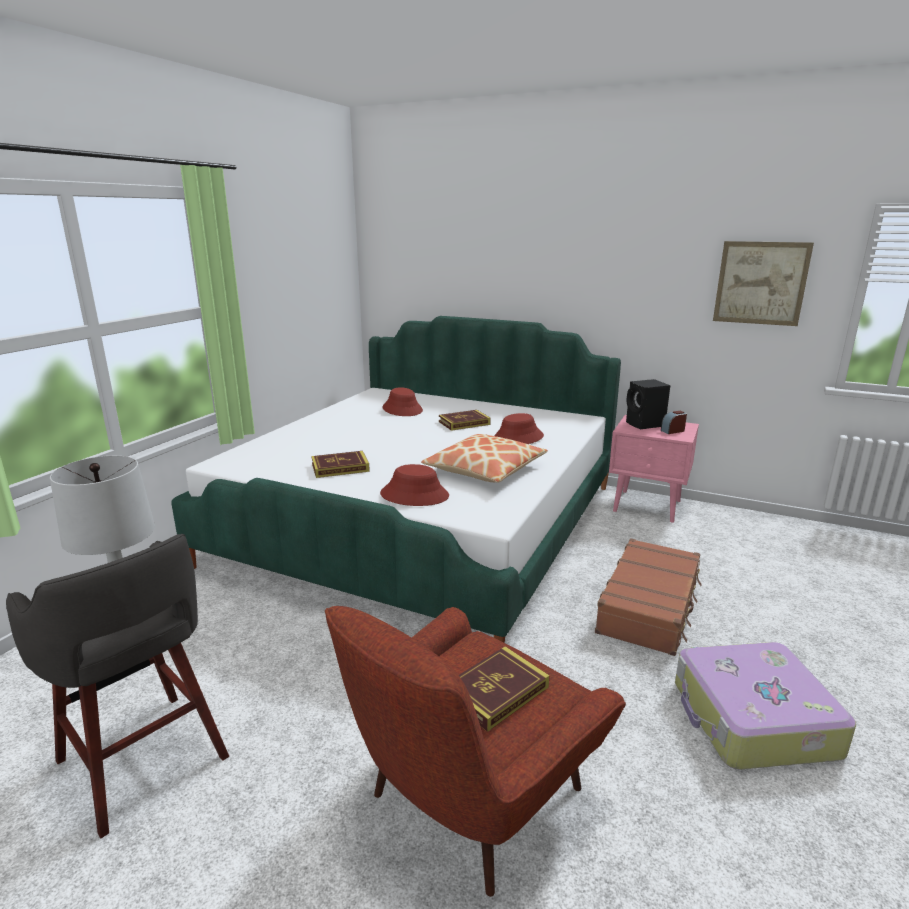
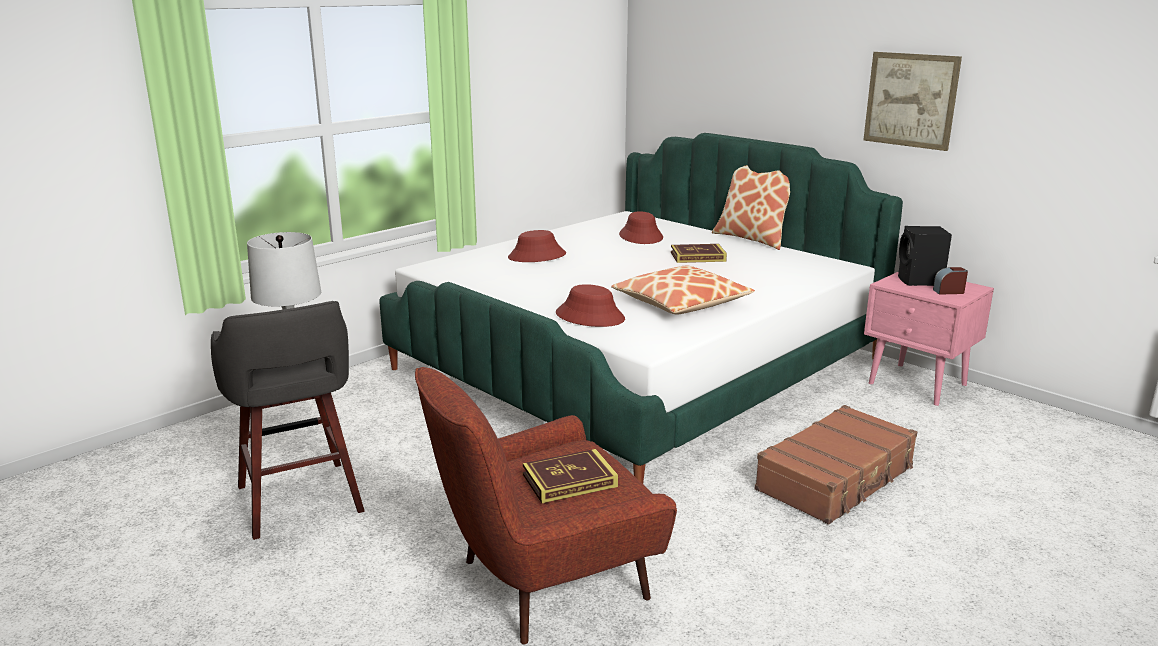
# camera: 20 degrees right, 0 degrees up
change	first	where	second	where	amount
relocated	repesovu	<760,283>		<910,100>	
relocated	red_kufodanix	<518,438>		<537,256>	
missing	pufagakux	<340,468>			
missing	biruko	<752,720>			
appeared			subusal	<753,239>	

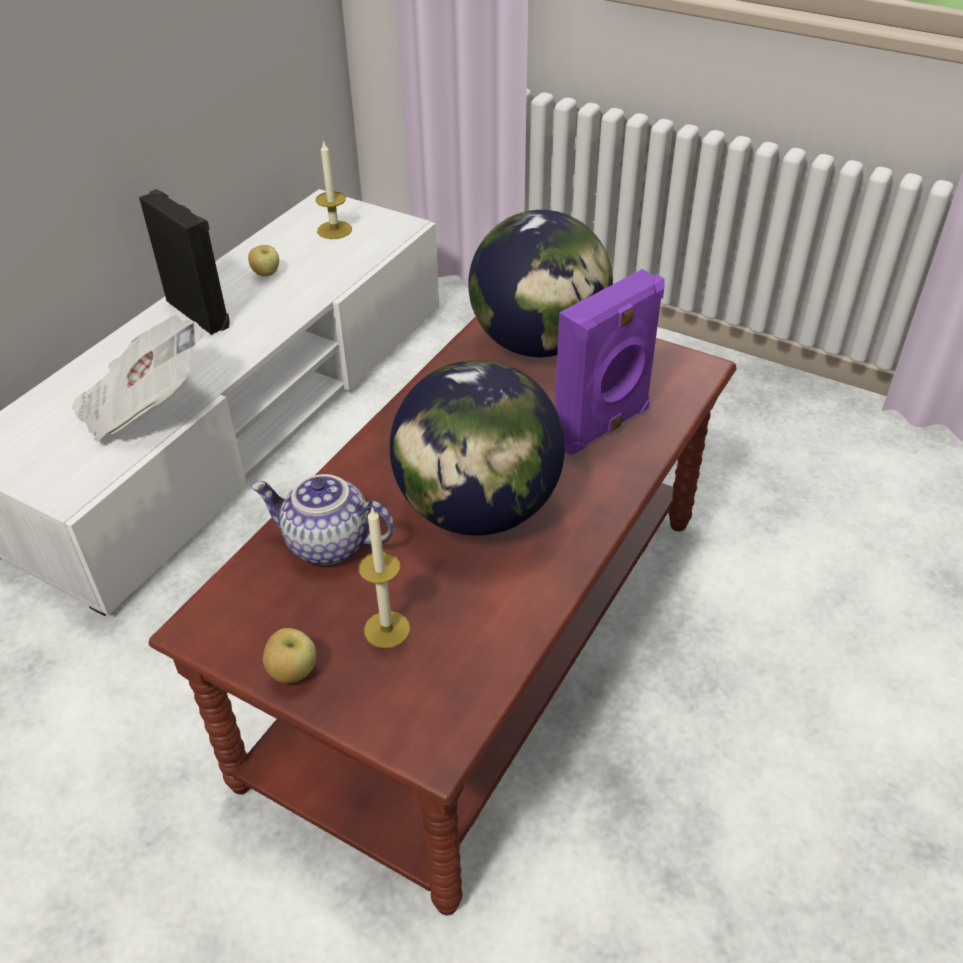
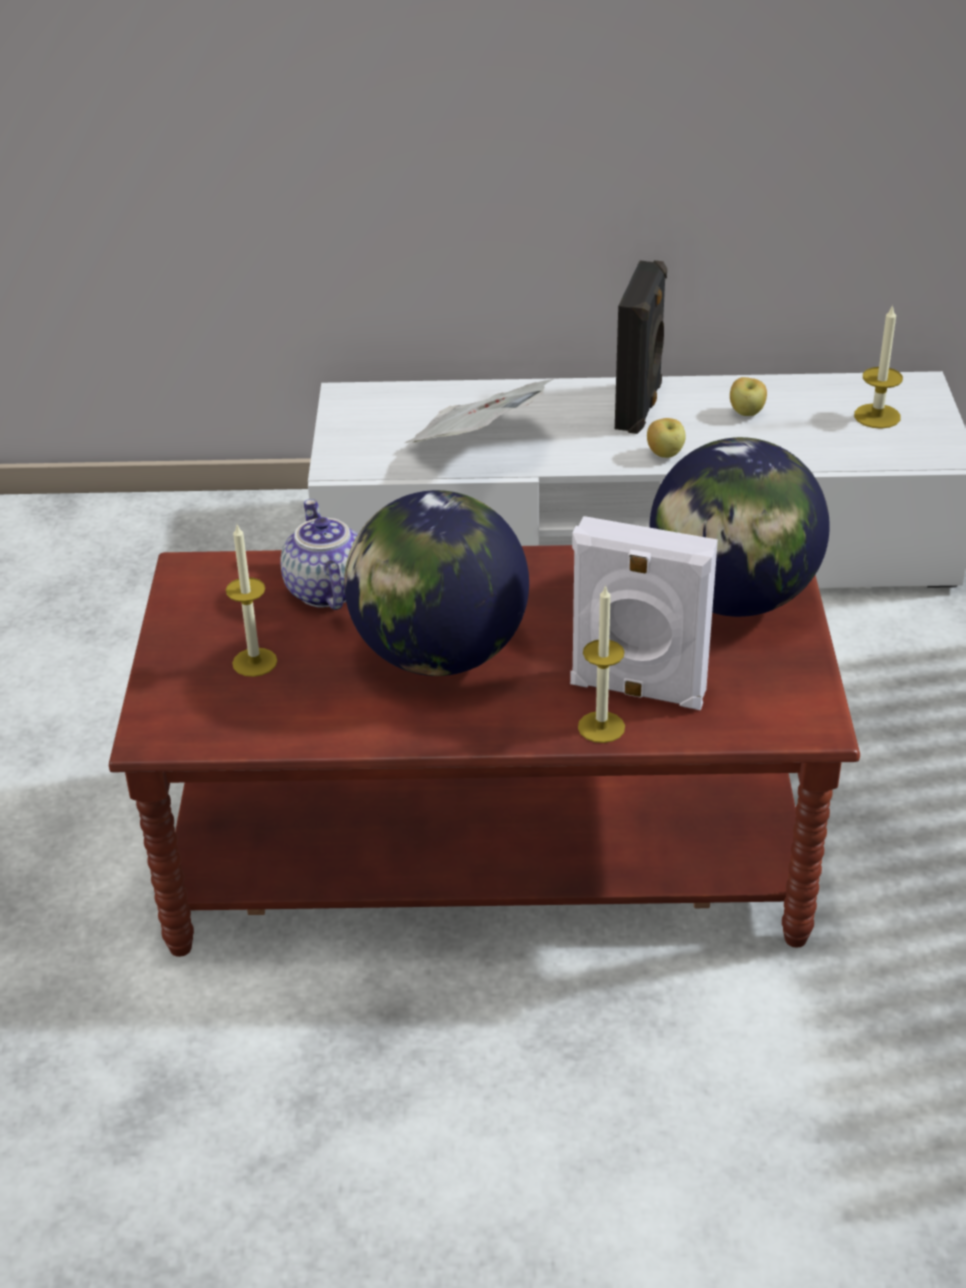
# camera: 60 degrees right, 5 degrees down
change	first	where	second	where	amount
colour	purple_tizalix	<604,426>	white_tizalix	<637,691>	
relocated	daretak	<293,672>		<665,454>	
appeared			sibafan	<601,727>	

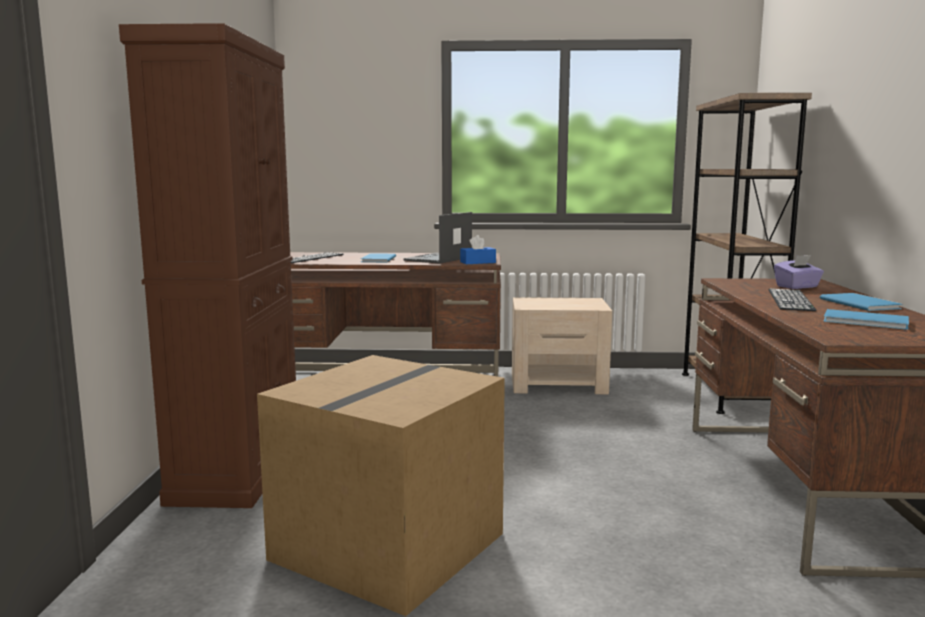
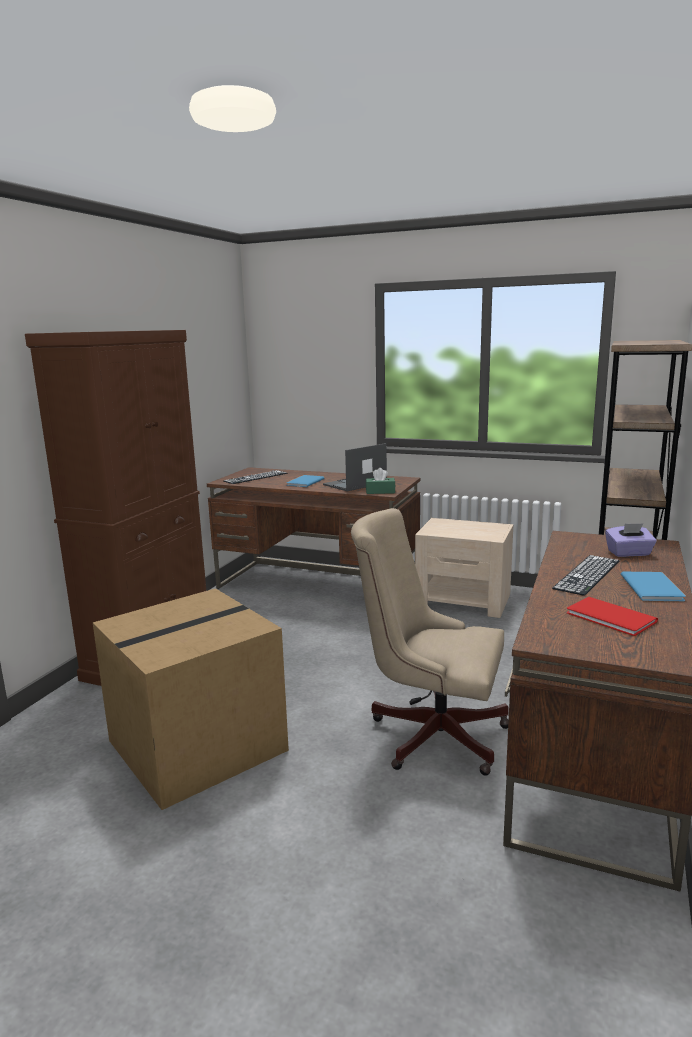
# camera: 20 degrees right, 5 degrees up
change	first	where	second	where	amount
colour	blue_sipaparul	<478,262>	green_sipaparul	<380,491>	
colour	blue_pufagakux	<867,322>	red_pufagakux	<611,618>	
appeared			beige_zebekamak	<430,733>	

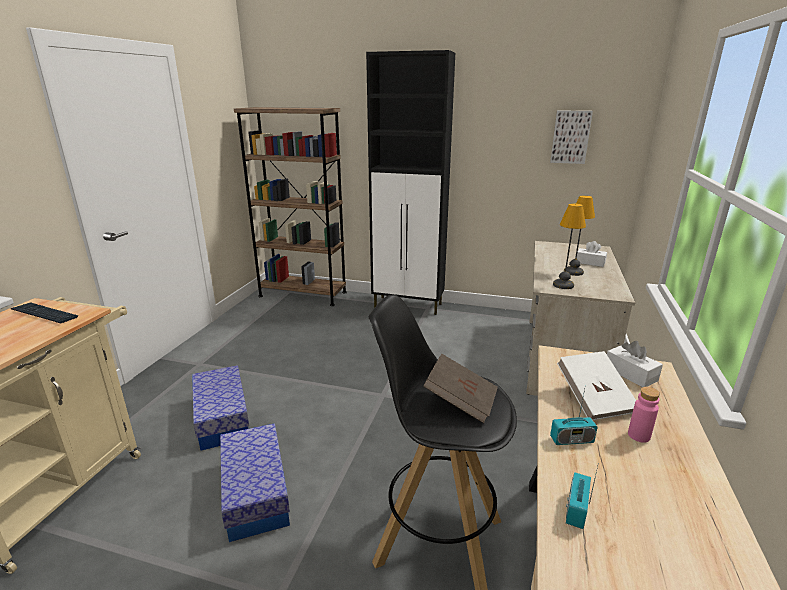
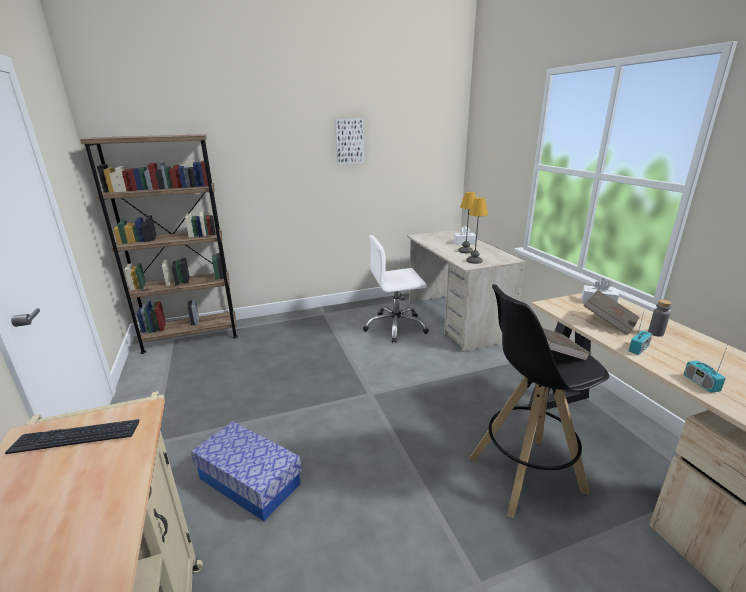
# camera: 35 degrees left, 0 degrees up
change	first	where	second	where	amount
missing	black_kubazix	<409,306>			
relocated	repesovu	<570,137>		<349,141>	
colour	white_pufagakux	<594,399>	brown_pufagakux	<609,322>	
colour	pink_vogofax	<638,435>	grey_vogofax	<655,333>	
missing	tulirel	<255,493>			
appeared			white_zebekamak	<395,327>	

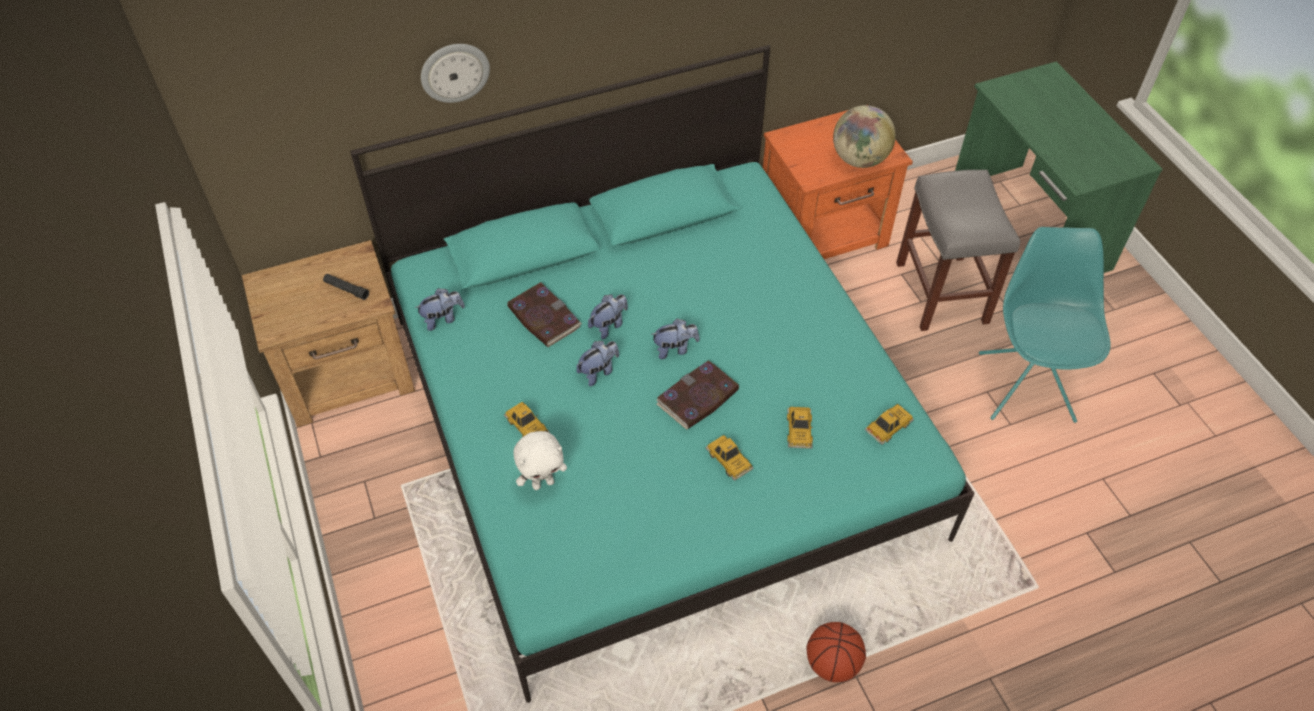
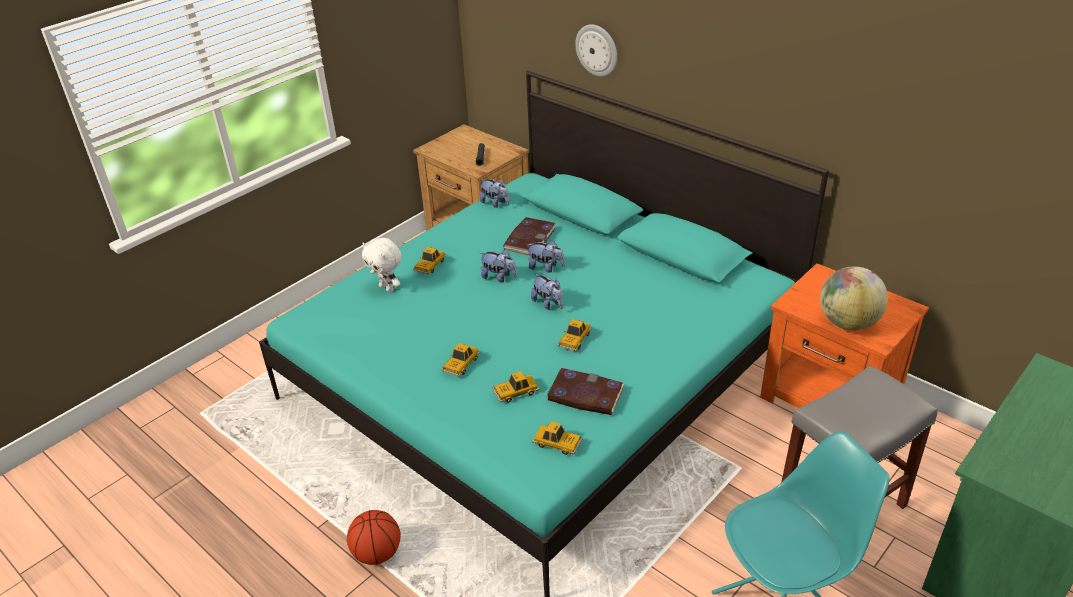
# camera: 65 degrees right, 15 degrees down
change	first	where	second	where	amount
relocated	pufagakux	<698,397>		<585,395>	
appeared			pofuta	<574,339>	

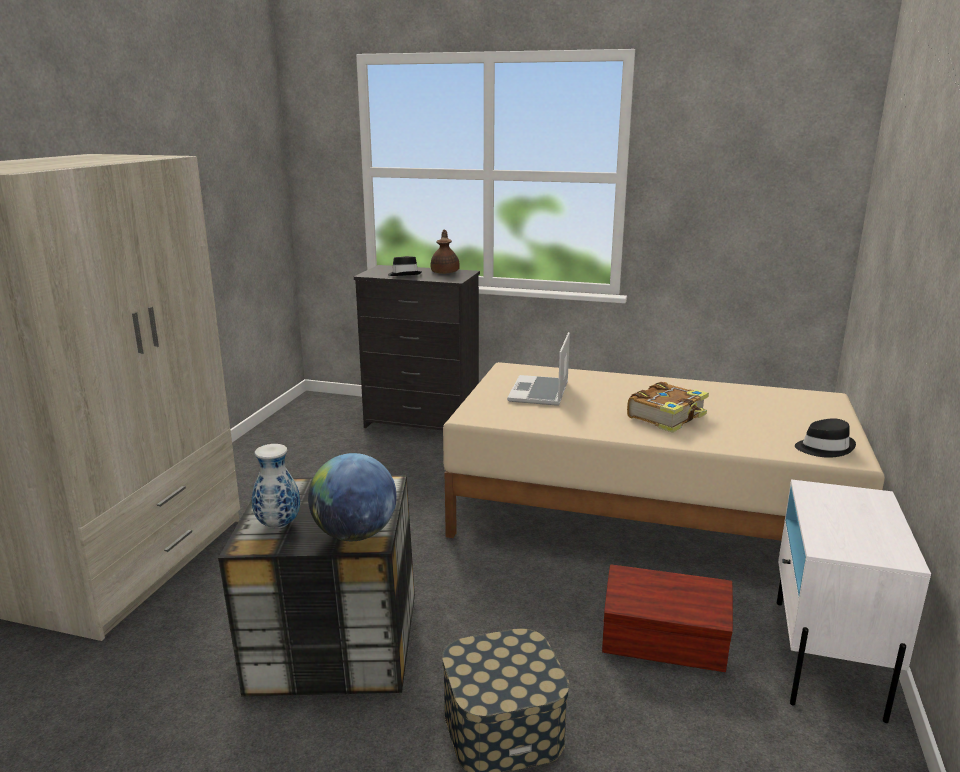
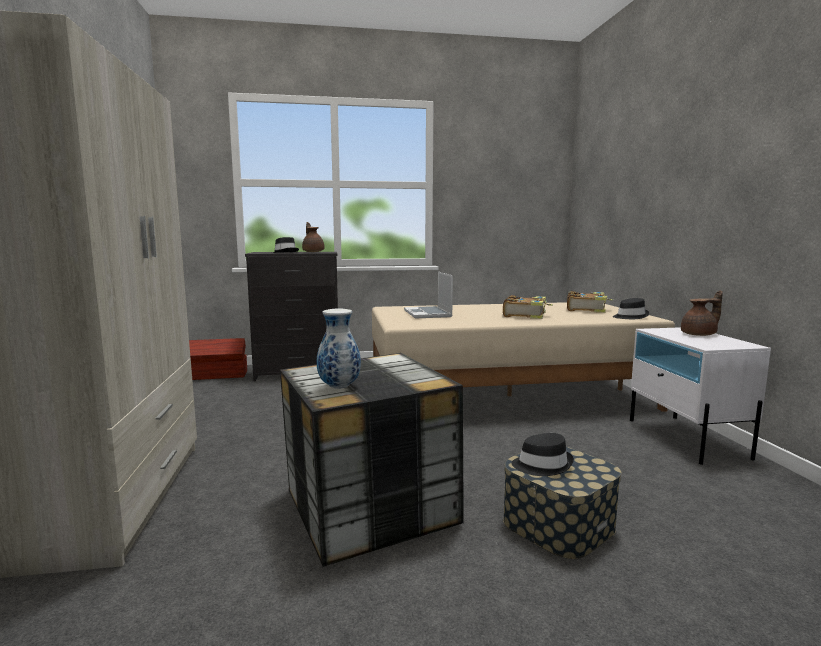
# camera: 25 degrees left, 10 degrees down
change	first	where	second	where	amount
missing	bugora	<355,534>			
relocated	brown_tulirel	<664,646>		<217,375>	
appeared			pufagakux	<586,309>	
appeared			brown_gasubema	<700,334>	
appeared			black_kufodanix	<542,465>	

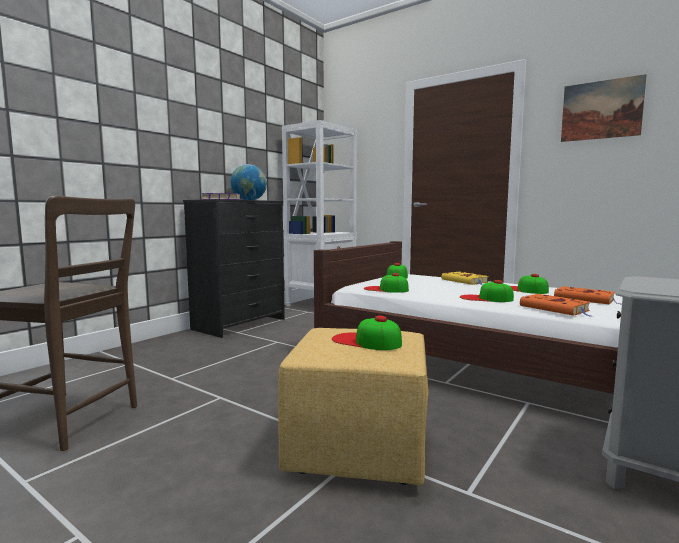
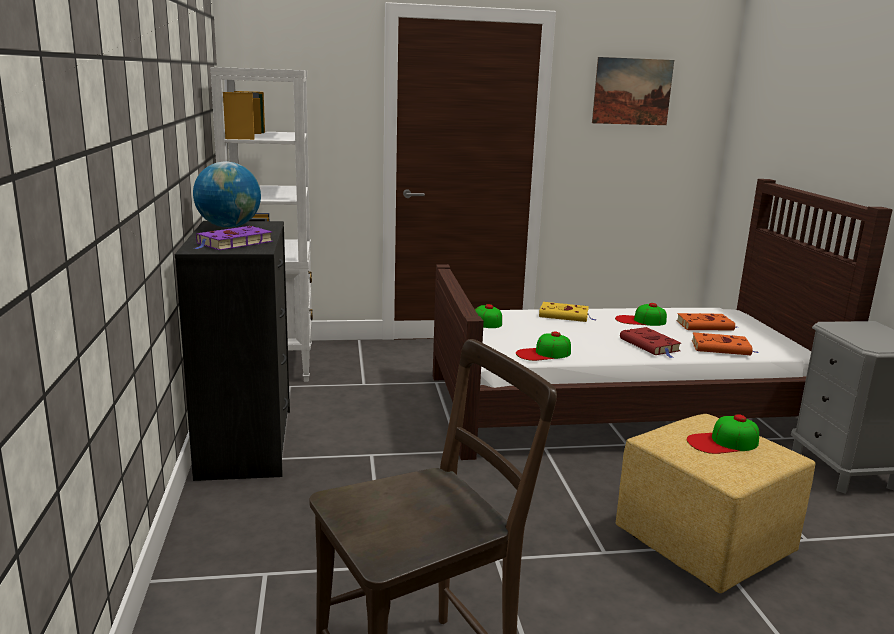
# camera: 45 degrees left, 10 degrees up
change	first	where	second	where	amount
exchanged	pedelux	<486,298>	red_pufagakux	<651,345>	

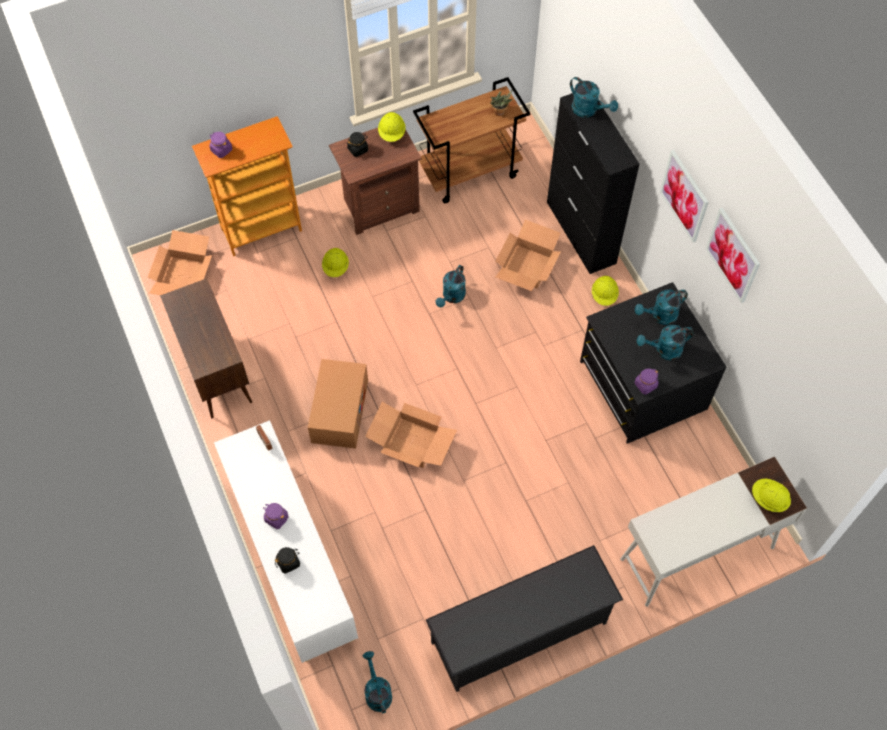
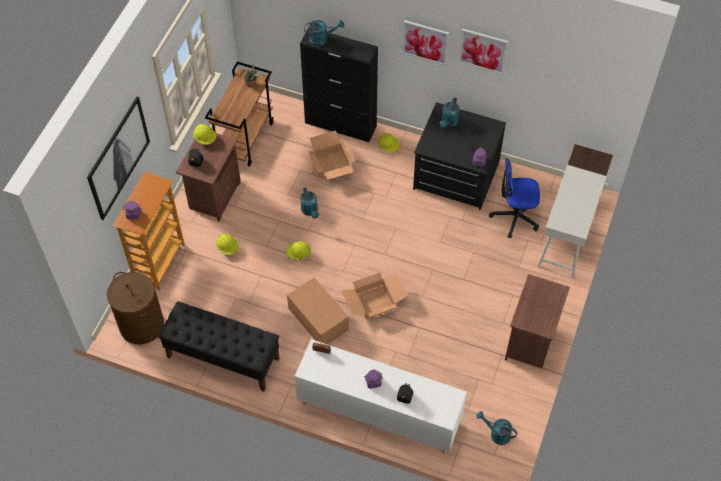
# camera: 45 degrees left, 5 degrees down
change	first	where	second	where	amount
exchanged	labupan	<183,275>	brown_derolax	<141,325>	
exchanged	brown_kubazix	<215,370>	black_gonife	<223,358>	
missing	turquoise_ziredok	<664,350>			
relocated	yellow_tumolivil	<768,499>		<298,254>	
exchanged	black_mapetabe	<519,632>	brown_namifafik	<531,343>	
appeared			repesovu	<118,158>	
appeared			zebekamak	<515,216>	

